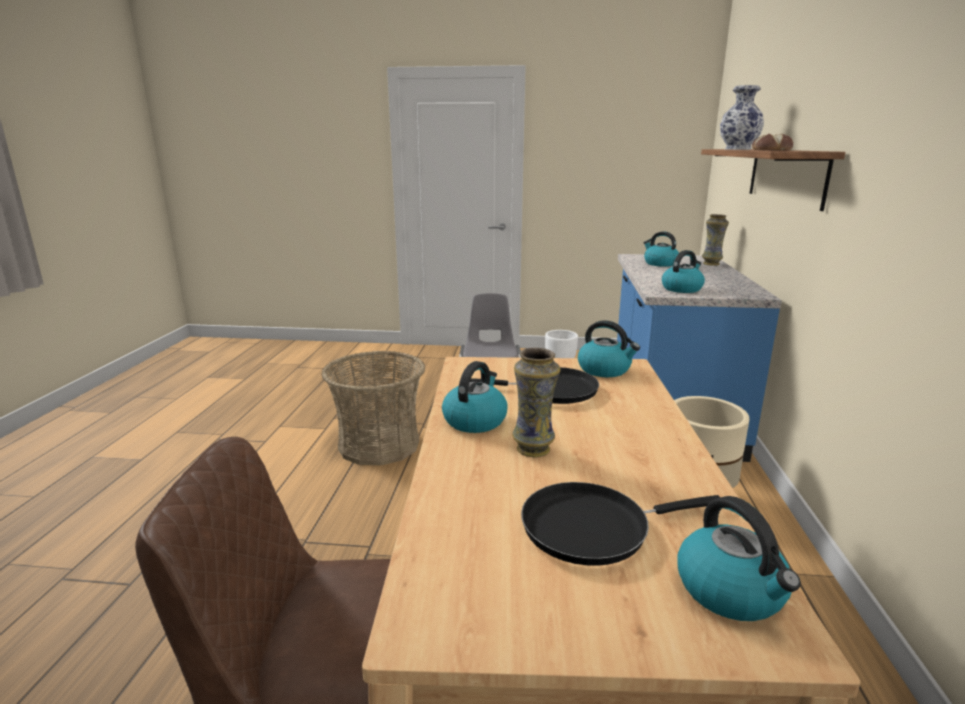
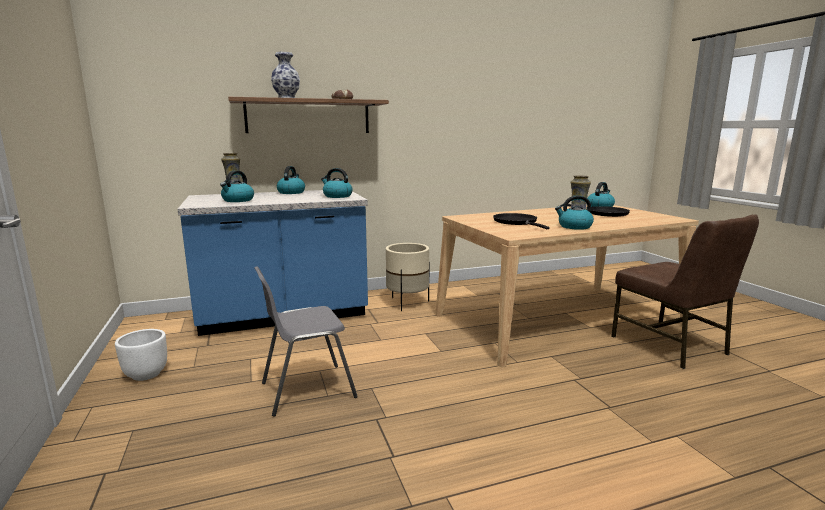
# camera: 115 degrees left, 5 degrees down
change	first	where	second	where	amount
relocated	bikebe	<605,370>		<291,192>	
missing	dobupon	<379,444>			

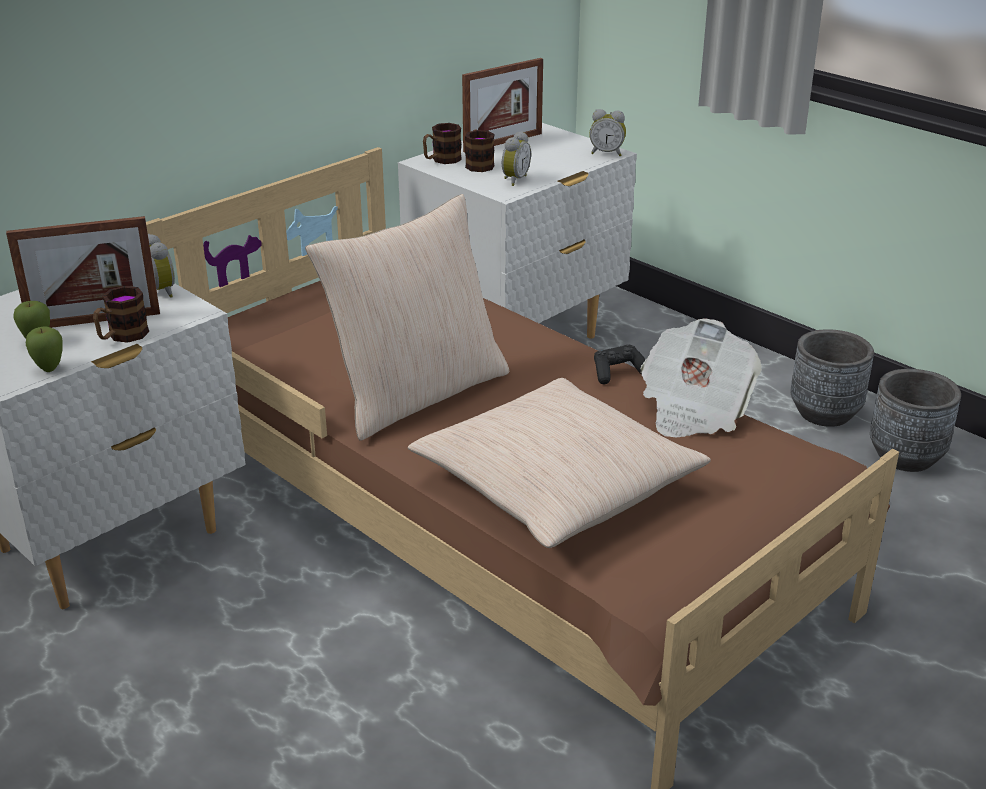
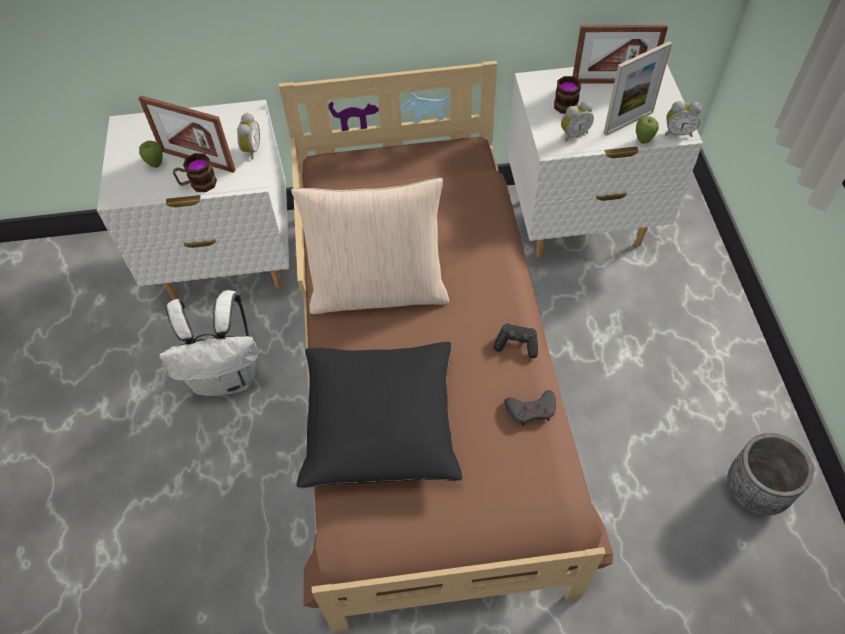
# camera: 40 degrees right, 25 degrees up
change	first	where	second	where	amount
spun	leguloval	<607,153>		<678,132>	45 degrees counterclockwise
missing	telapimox	<441,160>			
exchanged	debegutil	<694,408>	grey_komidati	<531,410>	
relocated	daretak	<50,369>		<643,141>	
missing	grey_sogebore	<824,413>			
colour	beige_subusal	<556,485>	black_subusal	<381,423>	
appeared			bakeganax	<628,123>	
appeared			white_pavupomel	<227,377>	

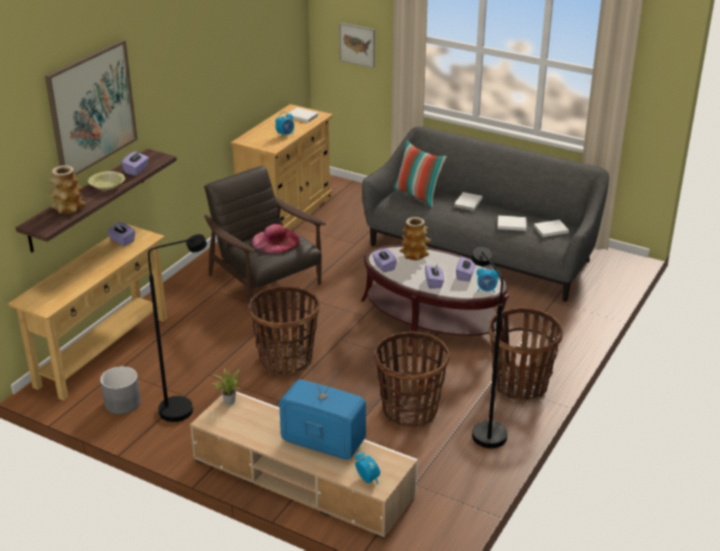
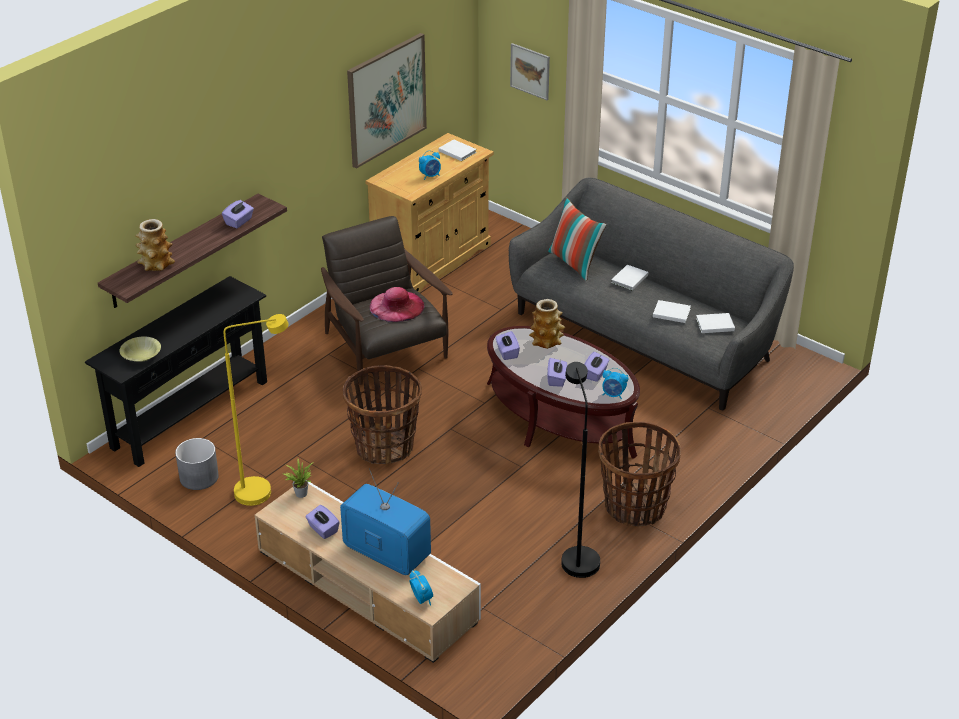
# camera: 10 degrees right, 5 degrees up
change	first	where	second	where	amount
relocated	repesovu	<91,109>		<386,99>	
relocated	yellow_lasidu	<107,185>		<141,354>	
relocated	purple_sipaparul	<122,241>		<323,529>	
colour	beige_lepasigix	<102,351>	black_lepasigix	<190,414>	
colour	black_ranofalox	<185,407>	yellow_ranofalox	<263,490>	
missing	dobupon	<409,410>			

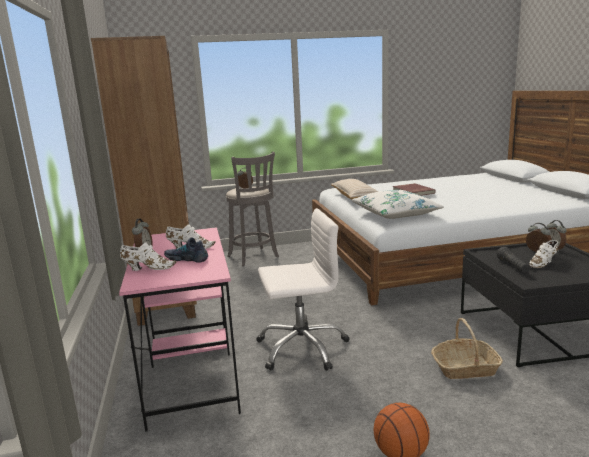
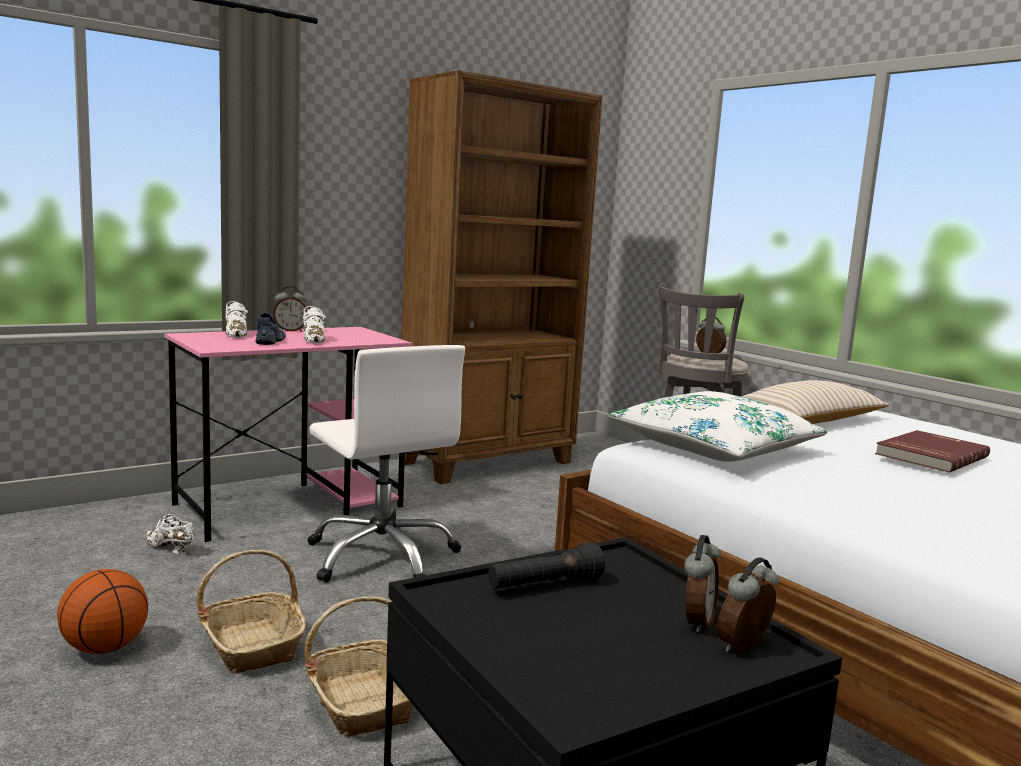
# camera: 65 degrees right, 5 degrees down
change	first	where	second	where	amount
relocated	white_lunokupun	<543,263>		<170,548>	
appeared			dobupon	<251,645>	

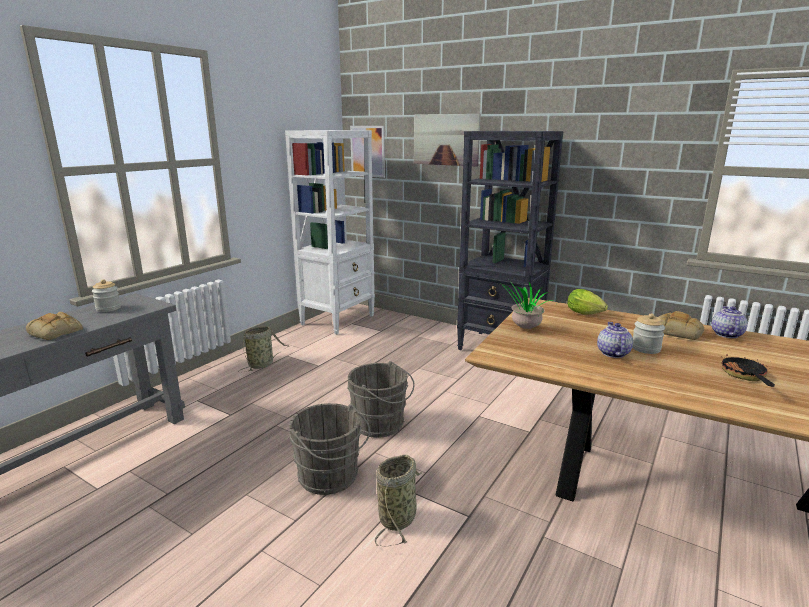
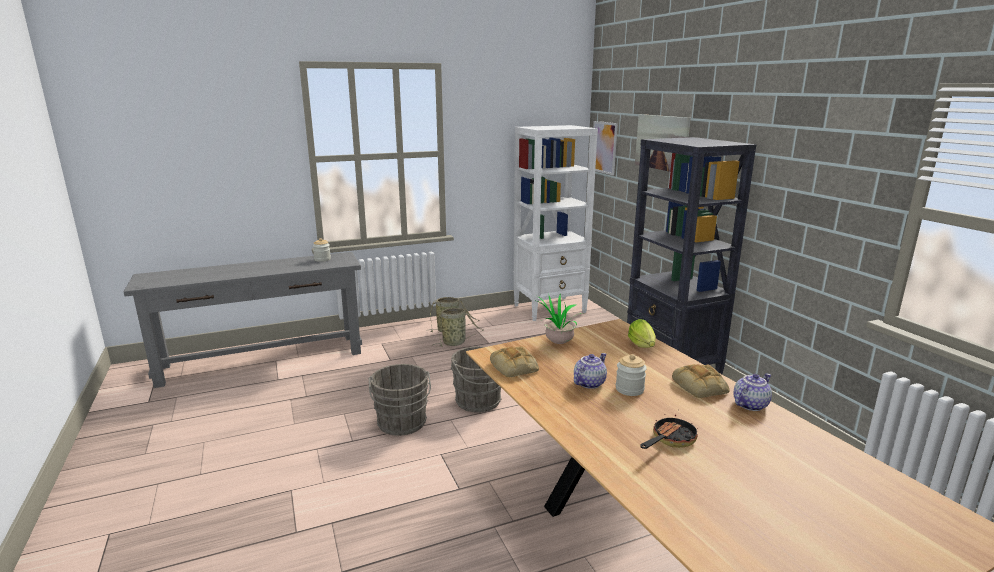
# camera: 35 degrees right, 0 degrees up
change	first	where	second	where	amount
relocated	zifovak	<57,332>		<515,367>	
relocated	dobupon	<398,517>		<455,342>	

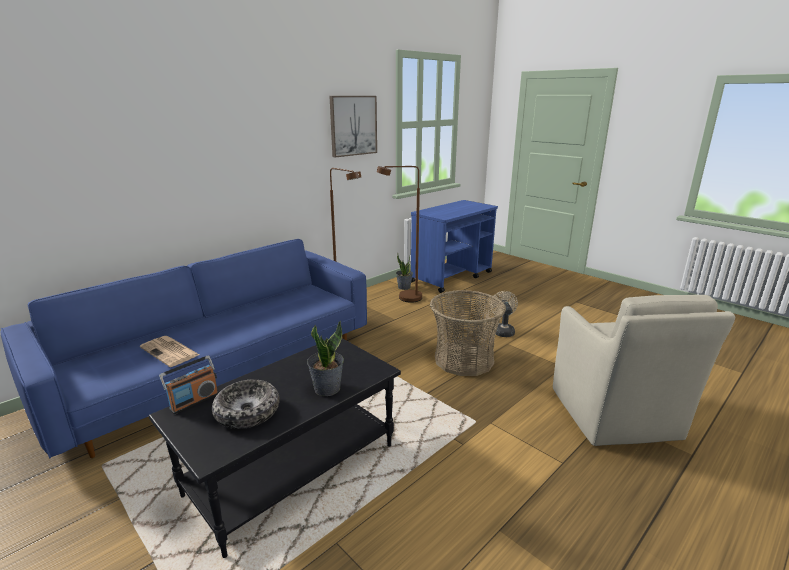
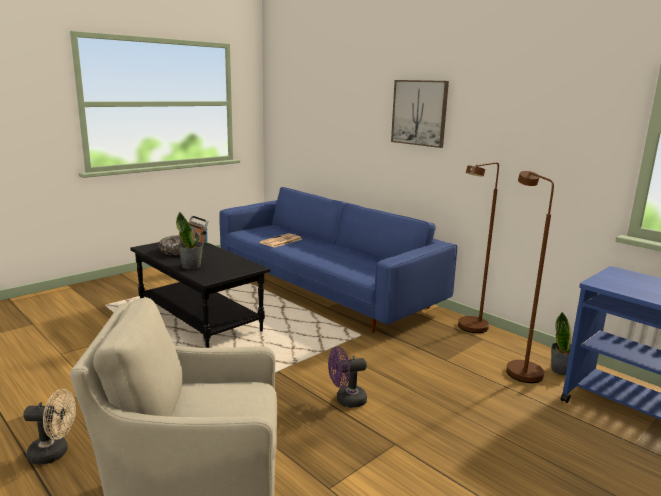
# camera: 90 degrees right, 5 degrees down
change	first	where	second	where	amount
relocated	repesovu	<353,125>		<419,113>	
exchanged	dobupon	<464,359>	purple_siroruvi	<346,400>	
relocated	beige_siroruvi	<502,330>		<54,453>	

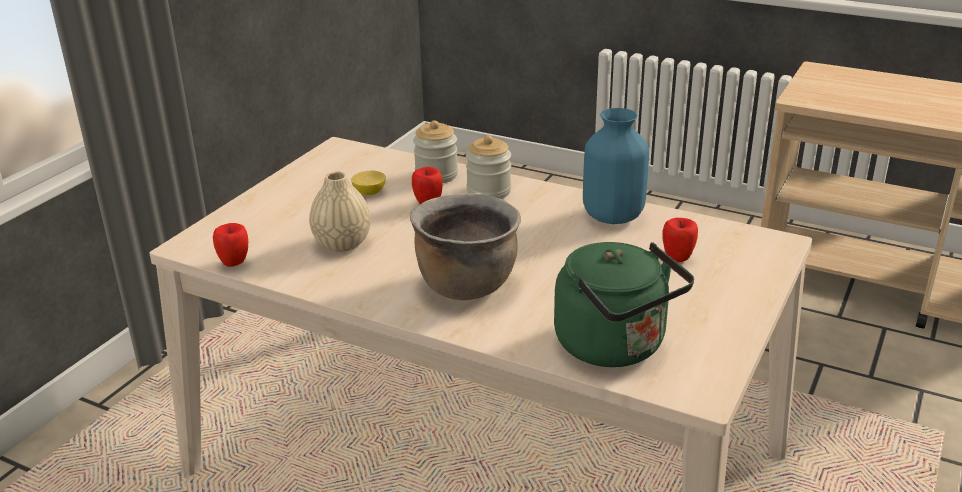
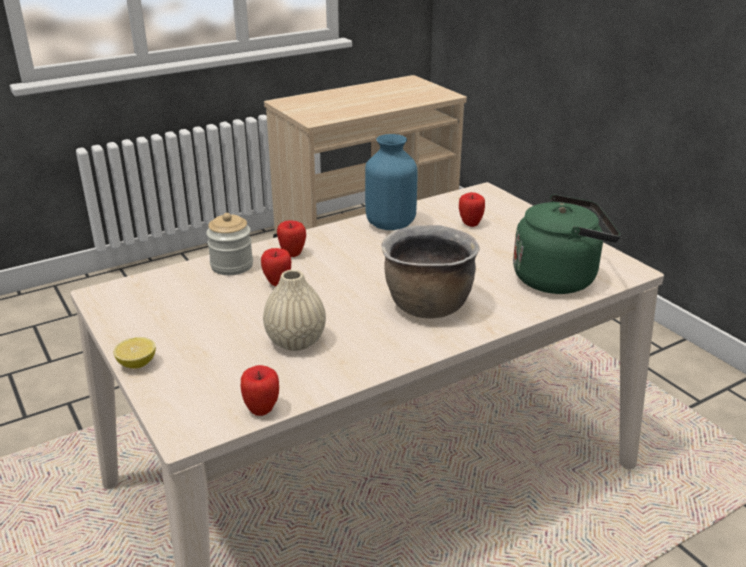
# camera: 60 degrees left, 0 degrees up
change	first	where	second	where	amount
exchanged	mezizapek	<489,191>	daretak	<292,254>	
relocated	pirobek	<369,192>		<137,364>	

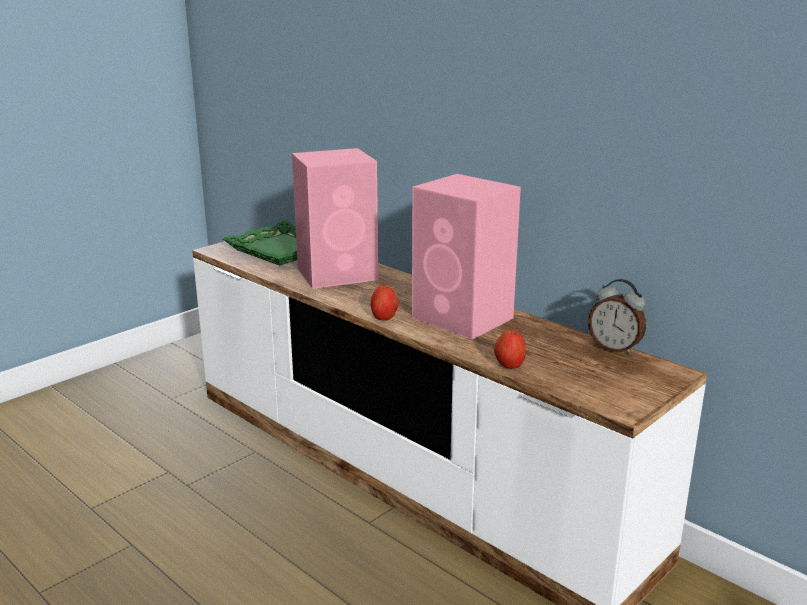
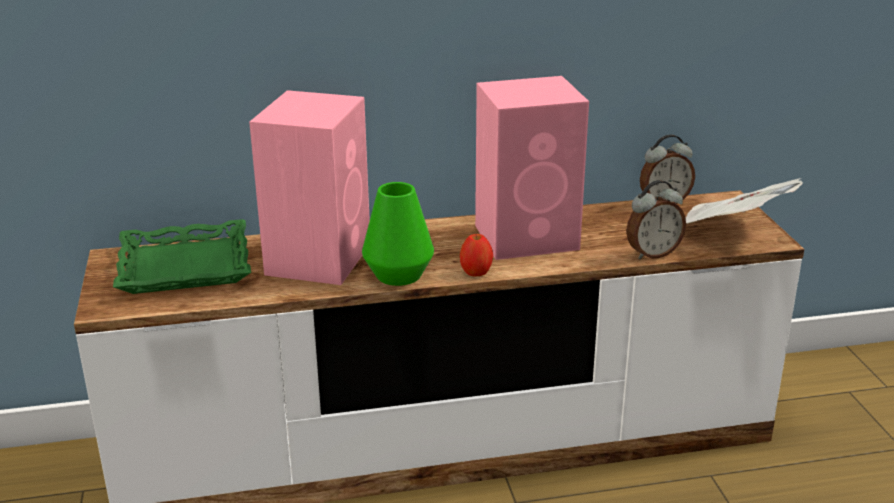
# camera: 55 degrees left, 5 degrees up
change	first	where	second	where	amount
exchanged	daretak	<509,366>	leguloval	<652,253>	
appeared			debegutil	<732,231>	
appeared			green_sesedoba	<399,274>	

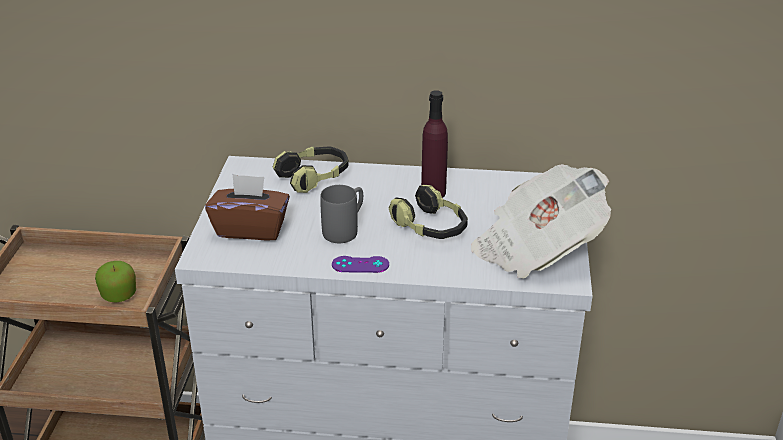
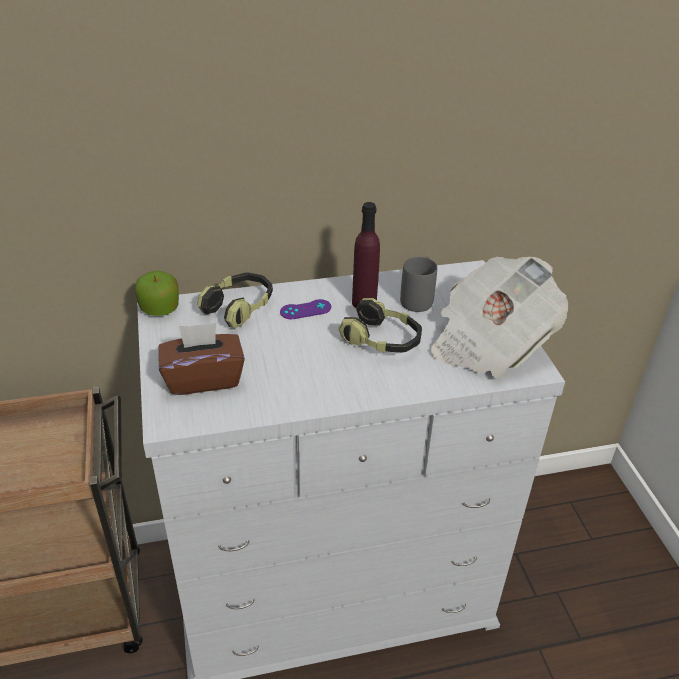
# camera: 20 degrees left, 5 degrees up
change	first	where	second	where	amount
relocated	grey_telapimox	<345,229>		<418,298>	
relocated	purple_komidati	<360,265>		<305,310>	
relocated	daretak	<119,295>		<160,308>	

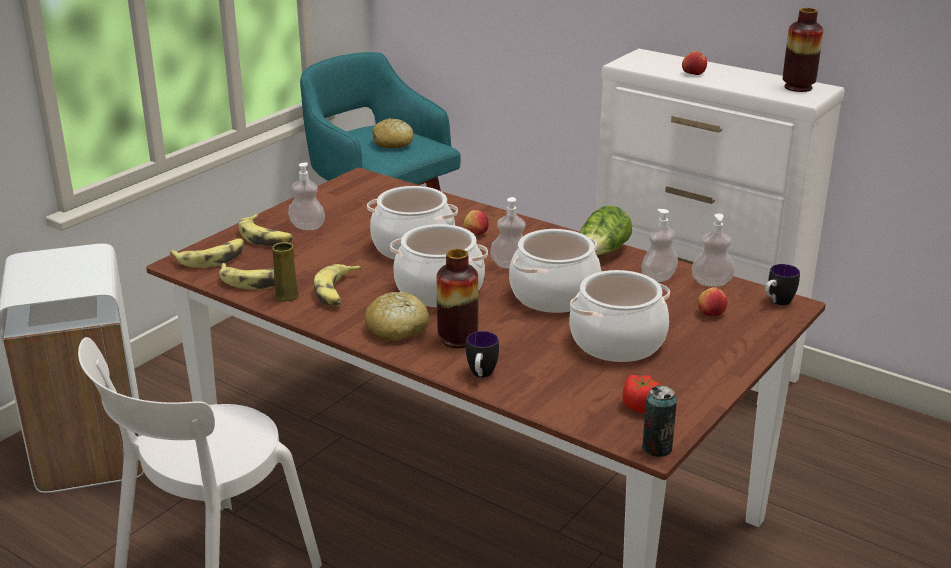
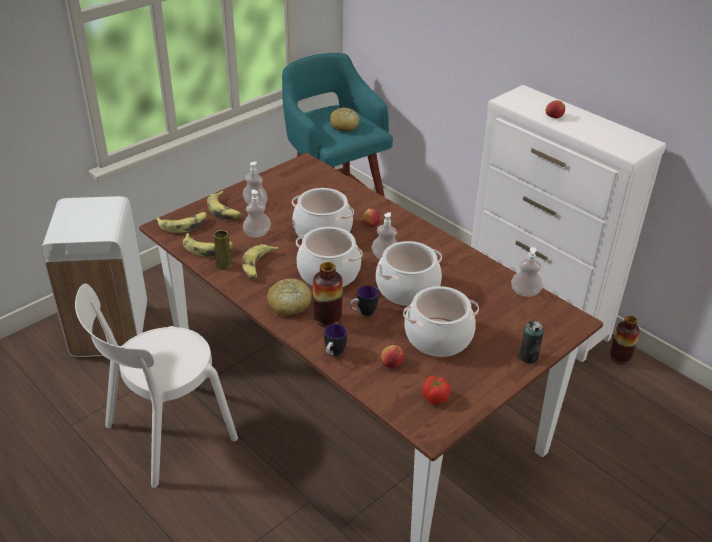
# camera: 10 degrees right, 10 degrees up
change	first	where	second	where	amount
relocated	sesedoba	<798,87>		<619,358>	
missing	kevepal	<602,253>			
relocated	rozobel	<658,278>		<257,234>	
relocated	telapimox	<777,303>		<363,313>	
relocated	daretak	<710,313>		<391,363>	
relocated	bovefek	<657,448>		<528,357>	

